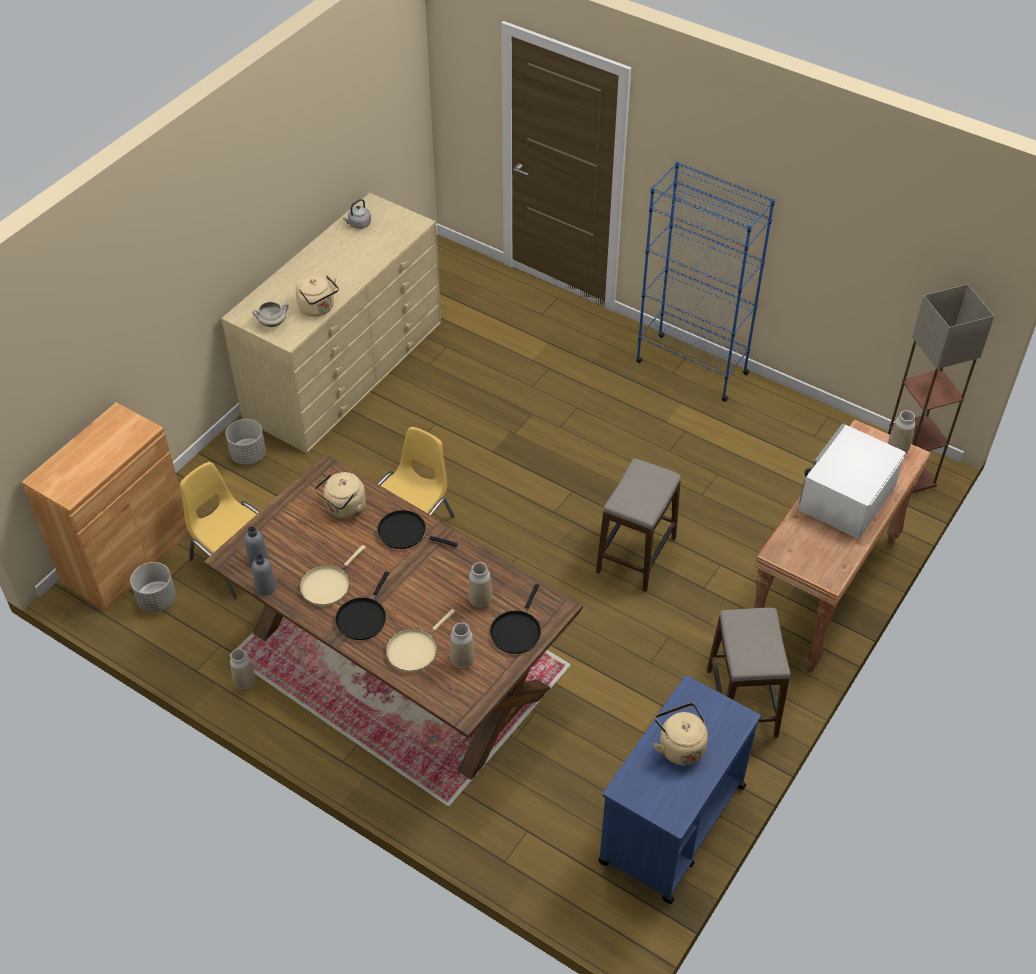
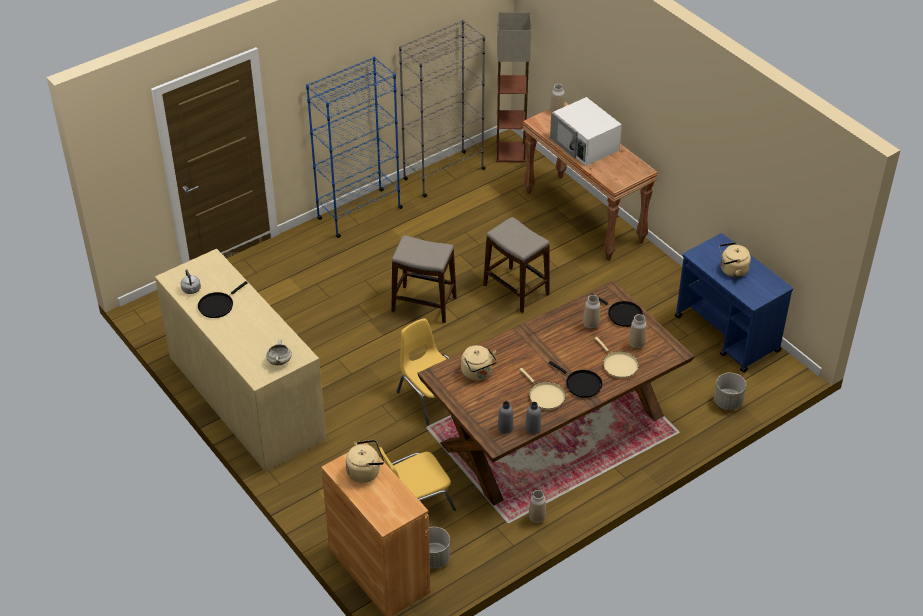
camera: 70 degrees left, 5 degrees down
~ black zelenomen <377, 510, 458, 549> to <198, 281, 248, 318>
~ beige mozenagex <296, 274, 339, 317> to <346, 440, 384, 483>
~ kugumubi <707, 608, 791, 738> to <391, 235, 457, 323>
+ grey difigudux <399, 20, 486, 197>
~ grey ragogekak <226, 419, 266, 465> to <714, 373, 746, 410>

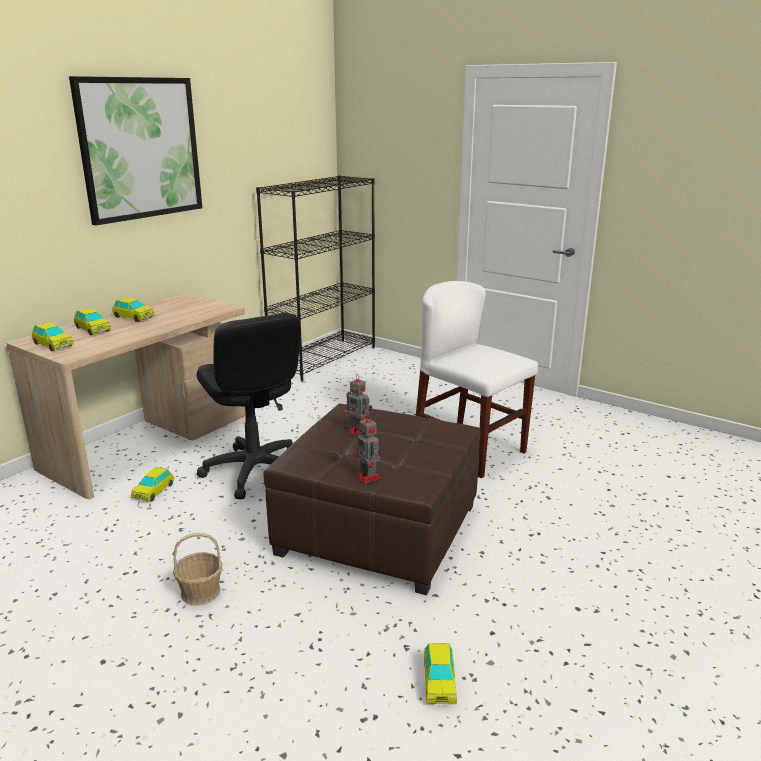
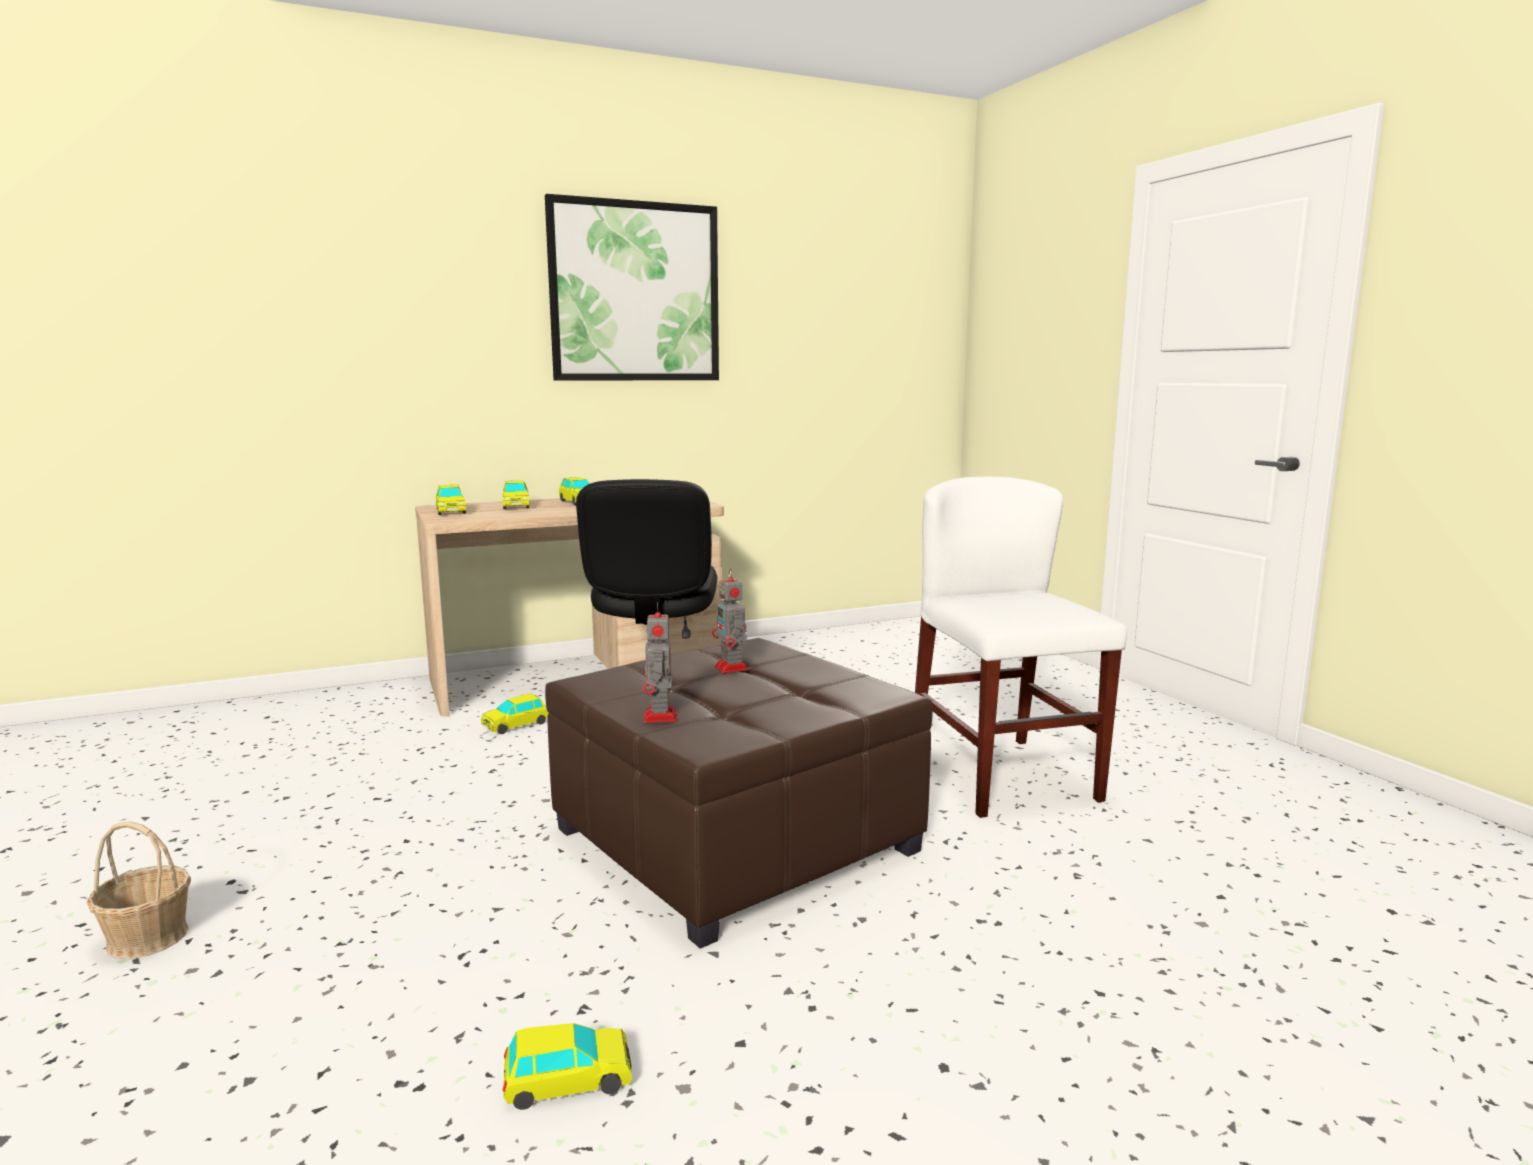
camera: 30 degrees right, 10 degrees down
~ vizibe <173, 533, 223, 605> to <87, 821, 191, 959>
~ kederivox <424, 643, 457, 704> = <503, 1023, 632, 1110> 135 degrees counterclockwise
- black difigudux <256, 175, 375, 382>

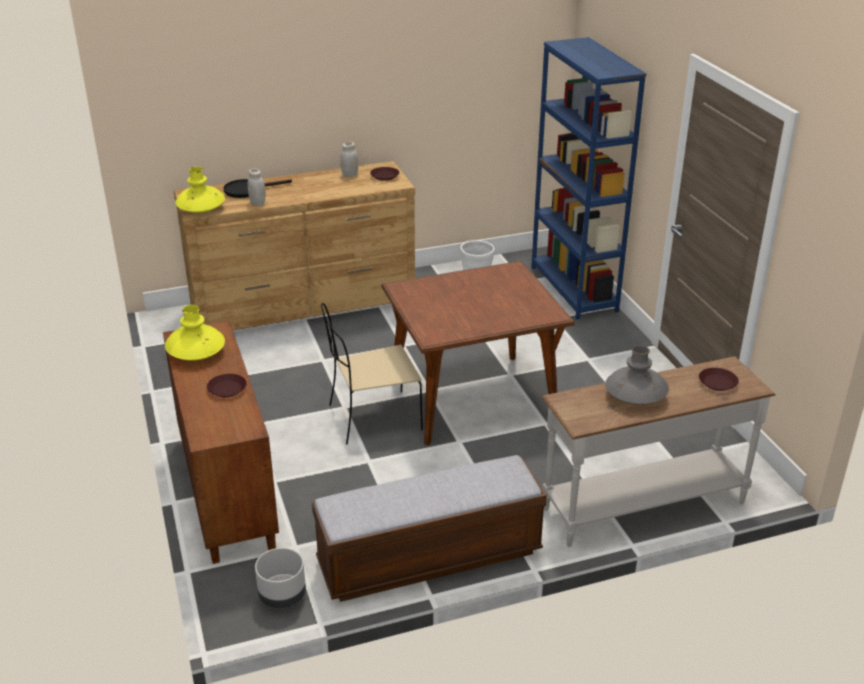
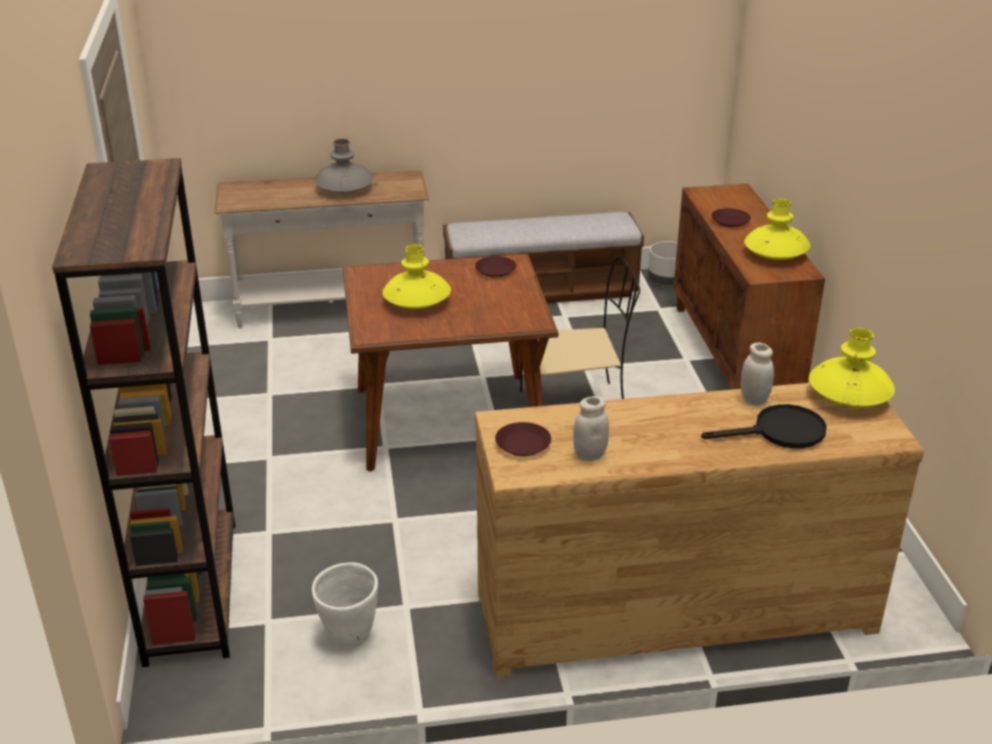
camera: 170 degrees left, 0 degrees up
~ blue difigudux <531, 37, 646, 320> to brown difigudux <52, 158, 235, 667>
+ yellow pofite <383, 244, 451, 309>
~ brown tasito <699, 368, 739, 391> to <475, 256, 516, 278>

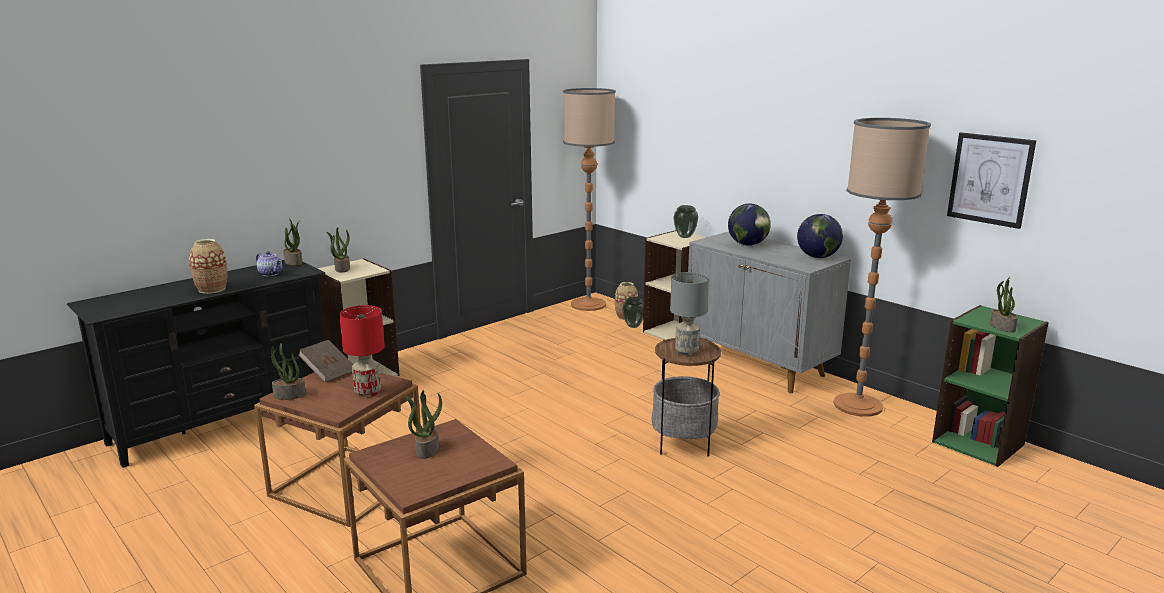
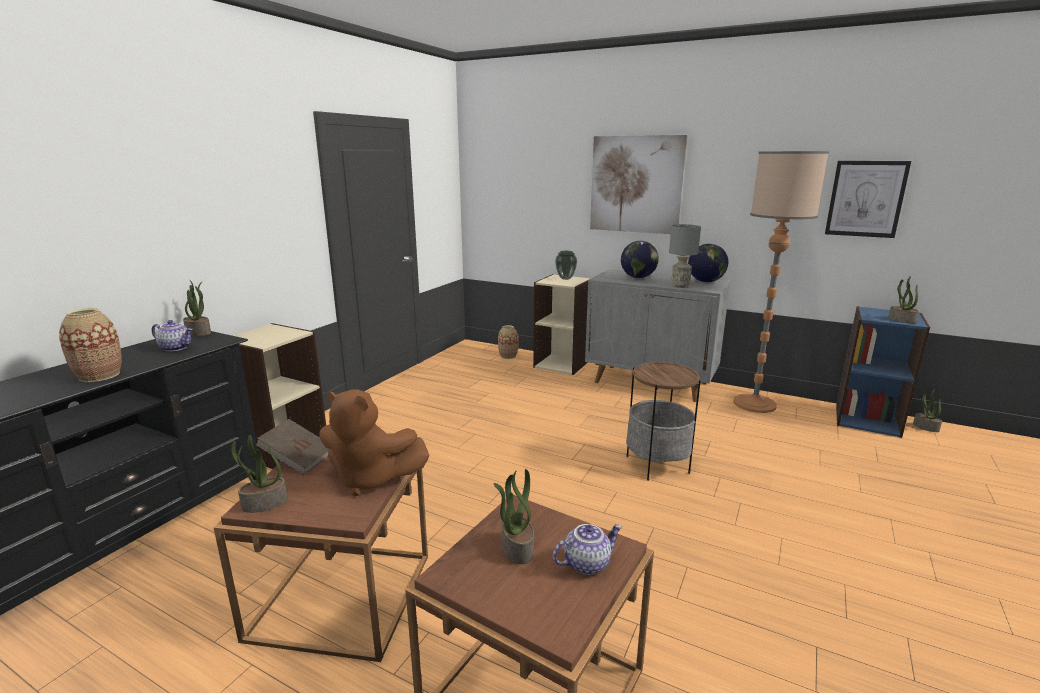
camera: 20 degrees left, 0 degrees up
~ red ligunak <339, 305, 385, 397> to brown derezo <319, 390, 430, 497>
+ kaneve <553, 524, 622, 575>
+ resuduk <590, 135, 688, 234>
~ grey ligunak <670, 272, 709, 355> to <669, 224, 701, 288>
~ green difigudux <932, 305, 1049, 467> to blue difigudux <836, 306, 930, 438>
~ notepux <326, 227, 350, 272> to <913, 389, 942, 432>
- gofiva <563, 88, 616, 311>
- pofite <622, 297, 644, 328>

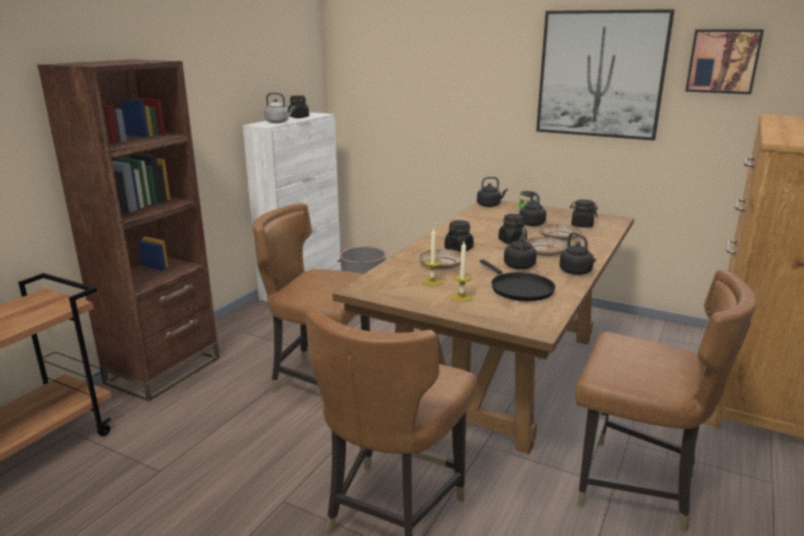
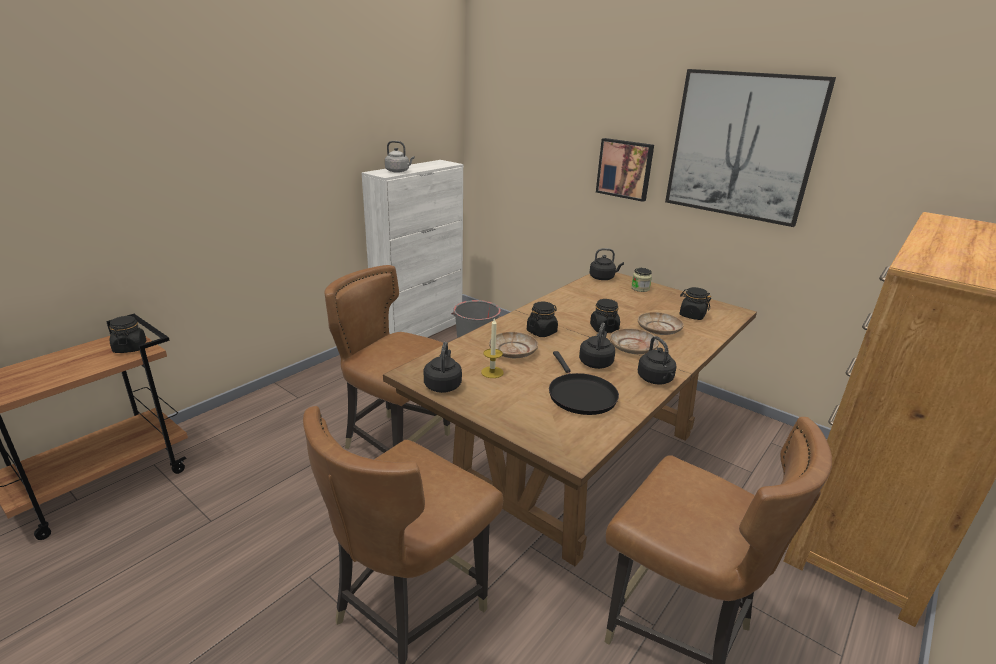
camera: 10 degrees right, 5 degrees up
~ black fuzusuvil <288, 95, 309, 118> to <109, 316, 146, 353>
~ black mozenagex <519, 192, 546, 226> to <424, 342, 462, 393>
~ resuduk <685, 29, 764, 94> to <596, 138, 654, 202>
- brown difigudux <37, 60, 220, 402>
- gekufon <451, 242, 473, 302>

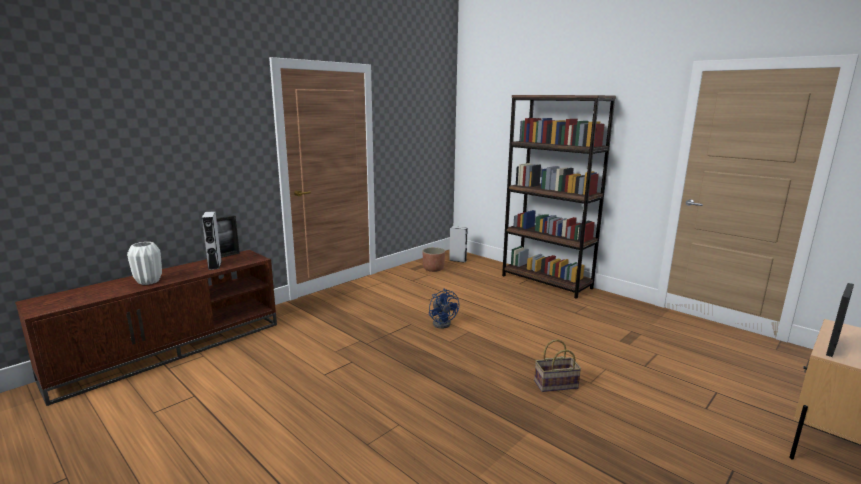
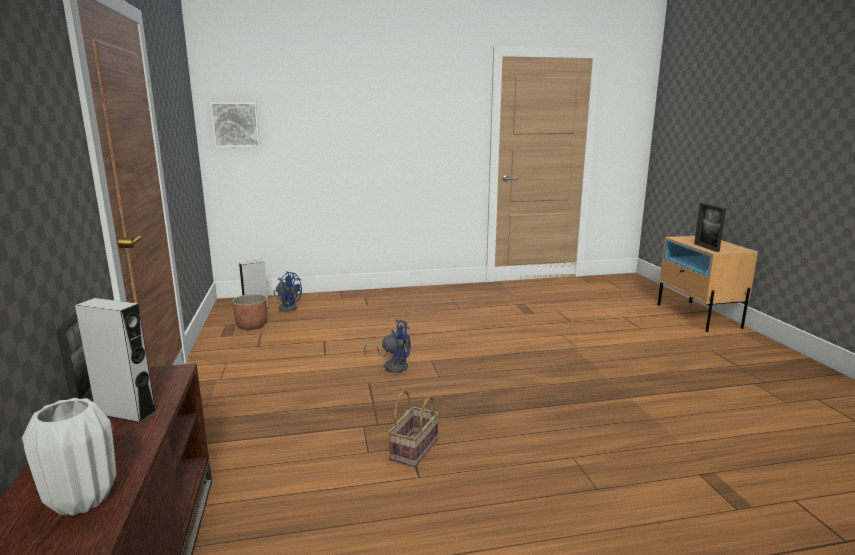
camera: 55 degrees left, 0 degrees up
+ resuduk <210, 102, 260, 147>
+ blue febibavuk <274, 271, 302, 312>
~ vizibe <534, 339, 581, 392> to <388, 390, 439, 467>
- brown difigudux <502, 95, 616, 299>

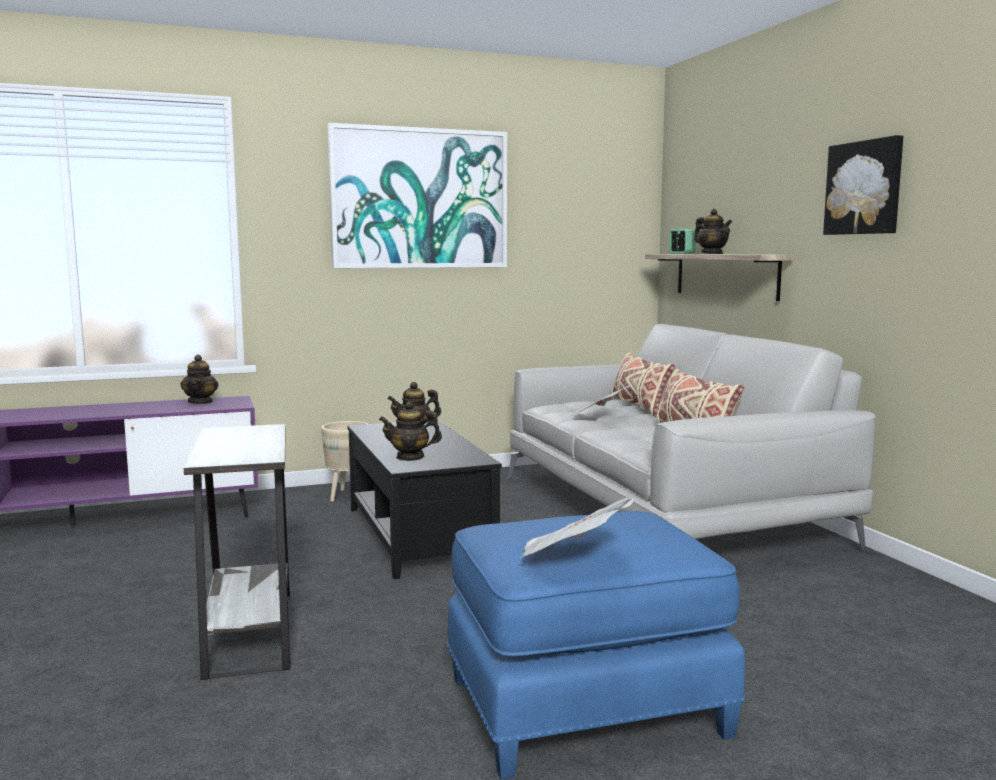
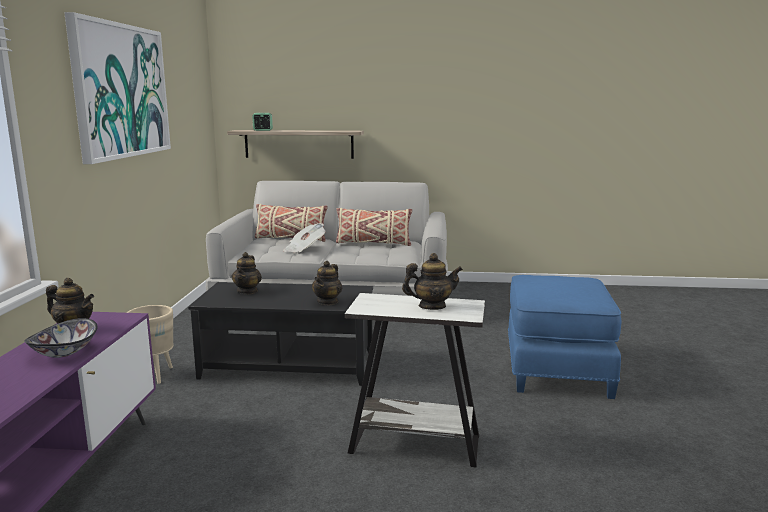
camera: 65 degrees left, 5 degrees up
+ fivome <24, 318, 98, 358>
~ kaneve <694, 209, 732, 254> to <402, 253, 463, 310>
- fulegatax <520, 497, 634, 558>
- resuduk <823, 135, 903, 235>

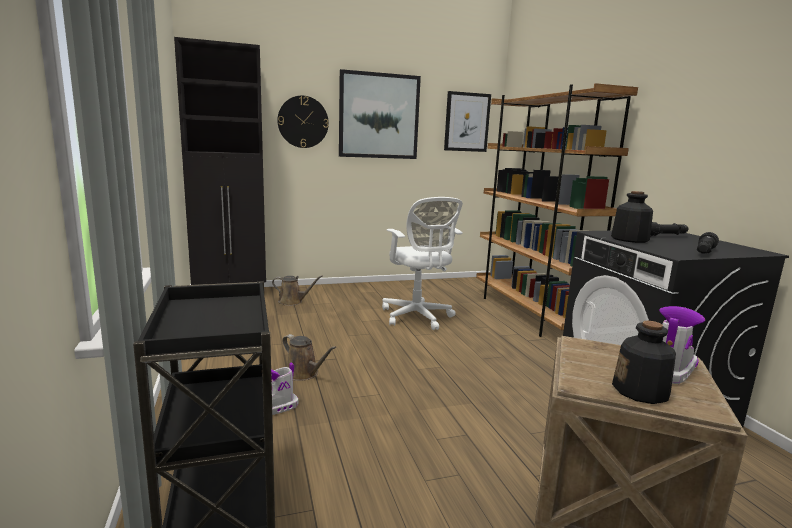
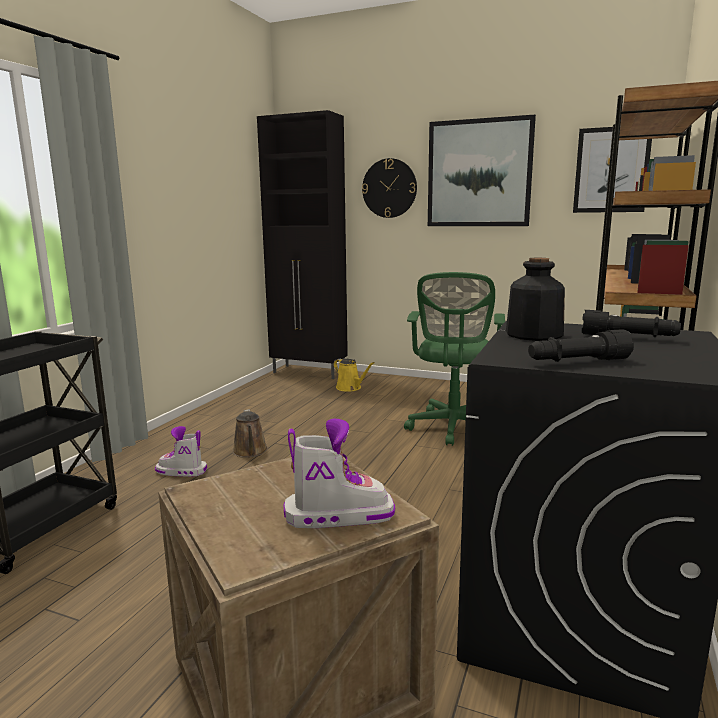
camera: 40 degrees right, 0 degrees up
~ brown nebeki <272, 275, 323, 306> to yellow nebeki <334, 359, 375, 392>
~ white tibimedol <382, 197, 463, 330> to green tibimedol <404, 272, 505, 446>
- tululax <612, 321, 676, 404>

